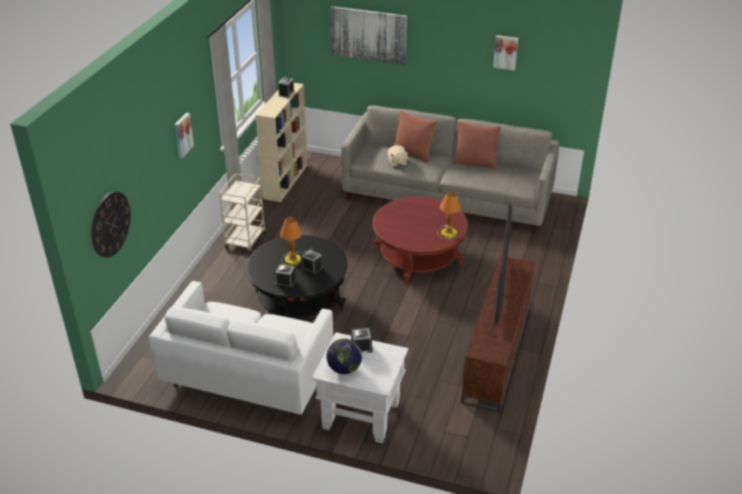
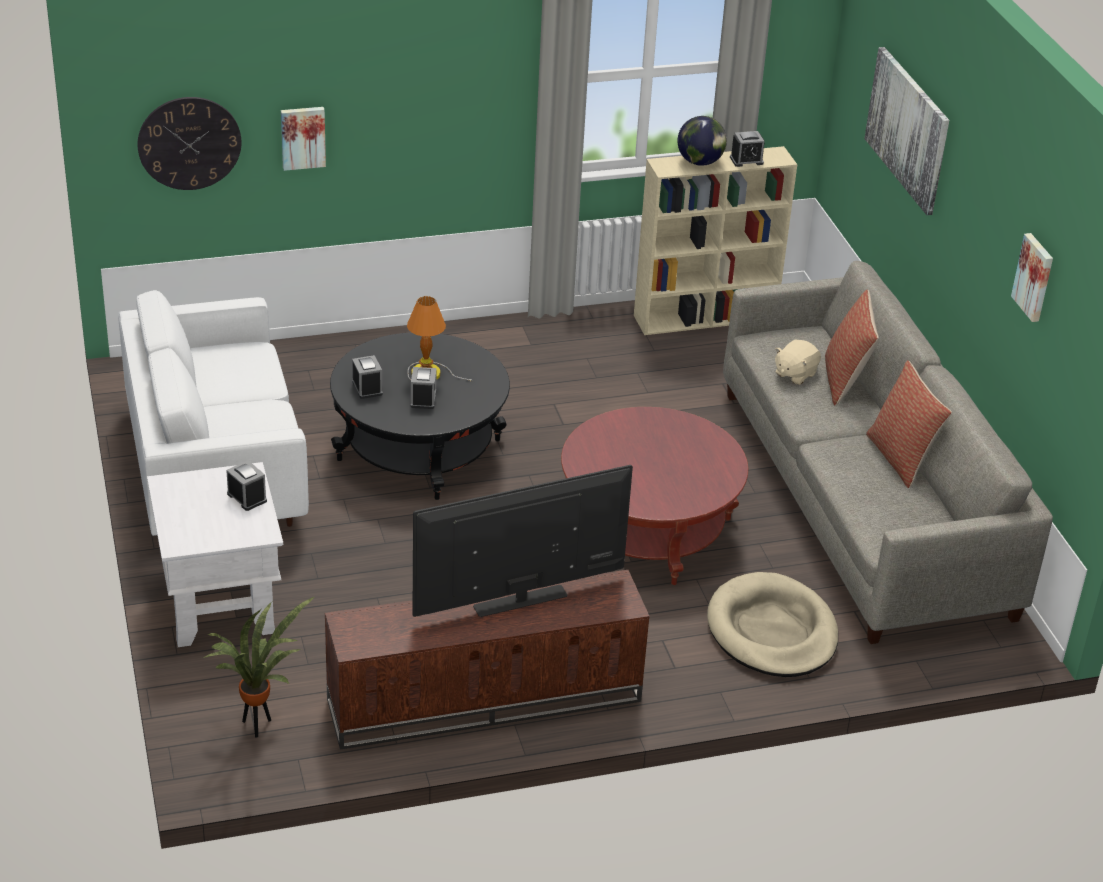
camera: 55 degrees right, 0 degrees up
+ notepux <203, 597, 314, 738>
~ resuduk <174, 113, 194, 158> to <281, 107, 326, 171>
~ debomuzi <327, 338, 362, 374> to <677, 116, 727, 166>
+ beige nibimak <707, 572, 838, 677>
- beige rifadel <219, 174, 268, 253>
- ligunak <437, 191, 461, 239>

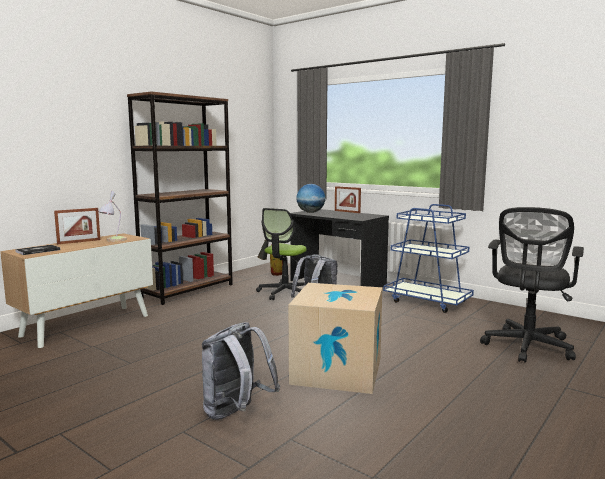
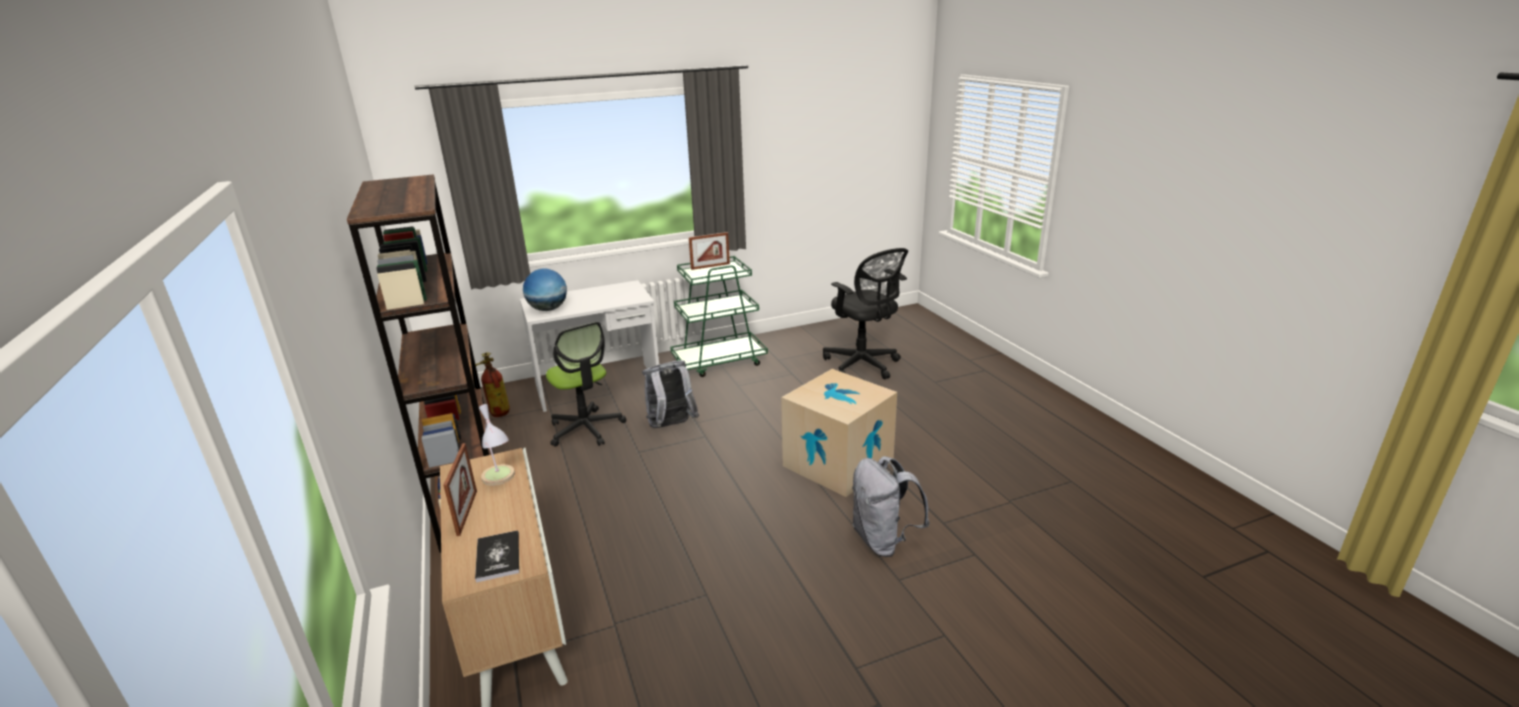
camera: 60 degrees left, 15 degrees up
~ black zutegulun <290, 209, 389, 288> to white zutegulun <520, 280, 659, 412>
~ blue rifadel <383, 204, 474, 313> to green rifadel <670, 256, 768, 377>
~ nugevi <335, 186, 361, 213> to <689, 232, 730, 270>

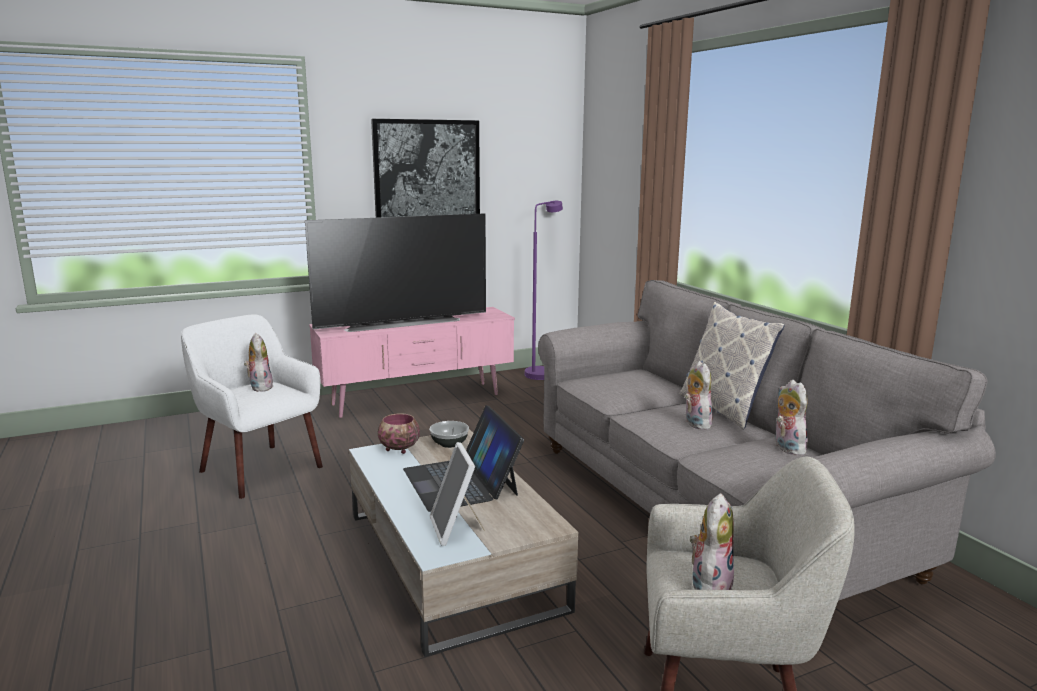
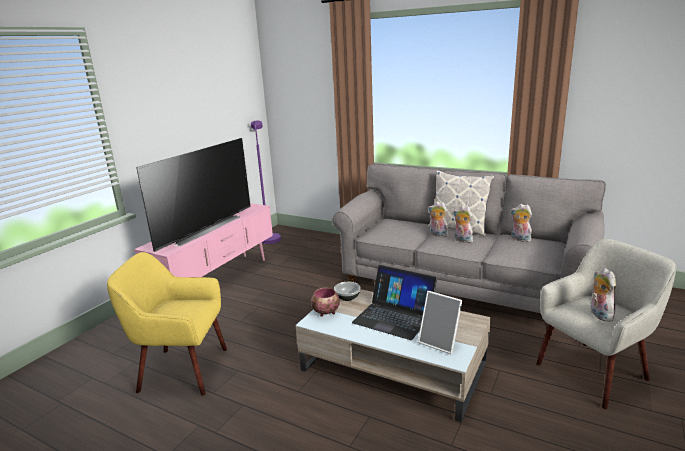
camera: 35 degrees left, 5 degrees up
~ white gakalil <181, 314, 323, 499> to yellow gakalil <107, 252, 227, 396>
~ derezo <244, 333, 273, 392> to <428, 201, 448, 237>
- resuduk <371, 119, 480, 218>

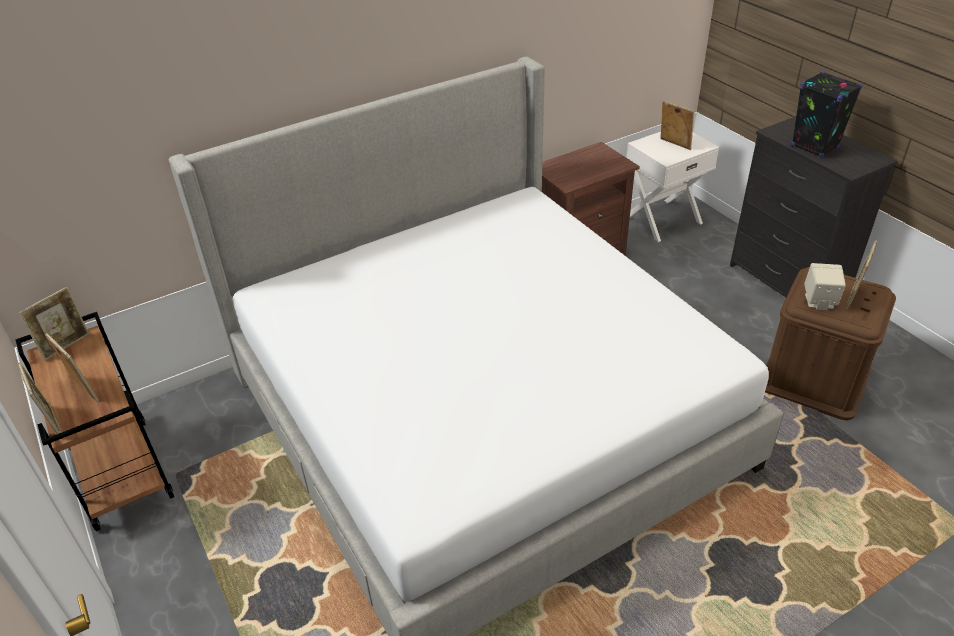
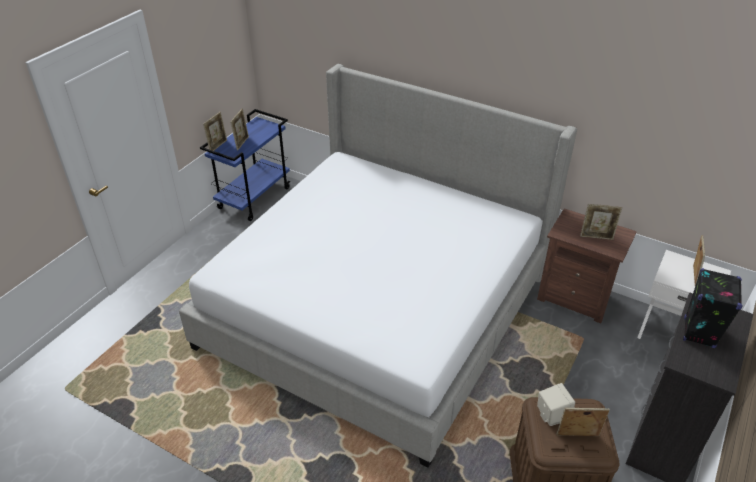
camera: 60 degrees right, 0 degrees up
~ brown rifadel <16, 312, 174, 532> to blue rifadel <200, 109, 290, 221>
~ nugevi <19, 287, 89, 361> to <580, 204, 622, 240>

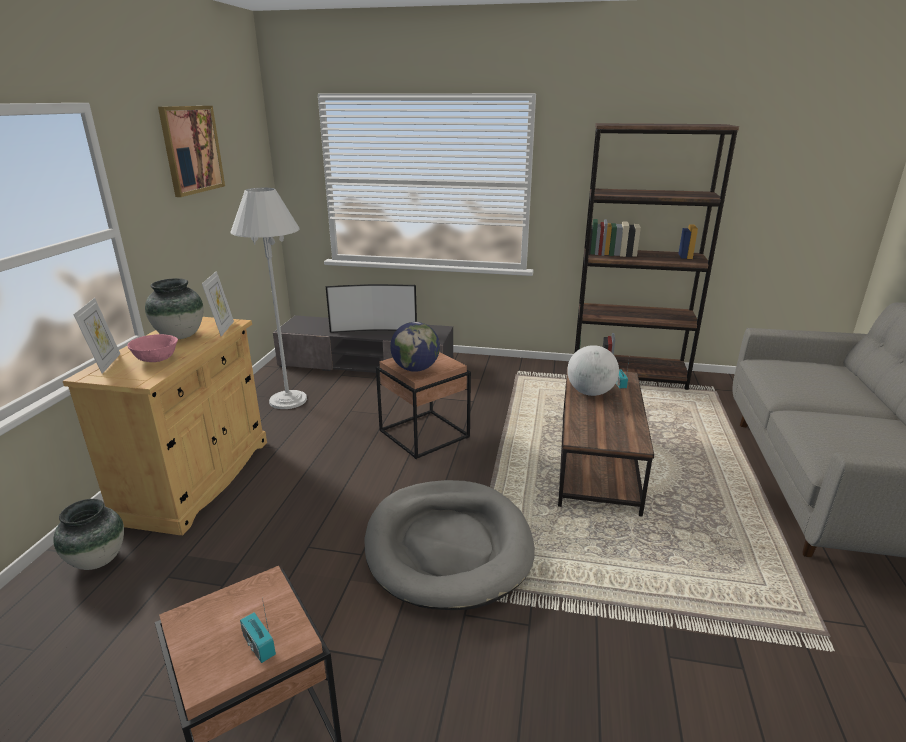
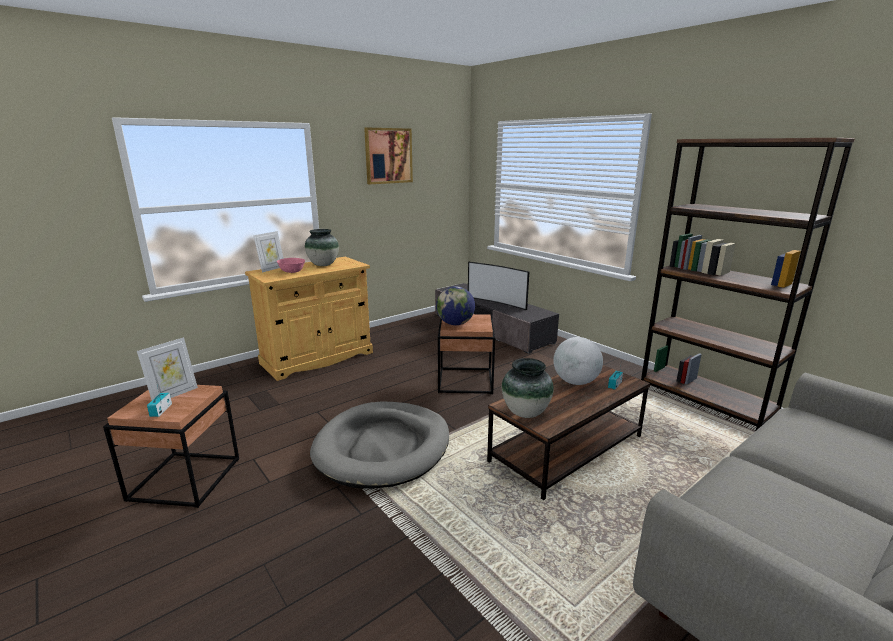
camera: 40 degrees right, 5 degrees down
~ nugevi <202, 271, 234, 336> to <137, 337, 198, 400>
~ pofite <54, 499, 124, 570> to <502, 358, 554, 418>
- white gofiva <230, 188, 307, 409>

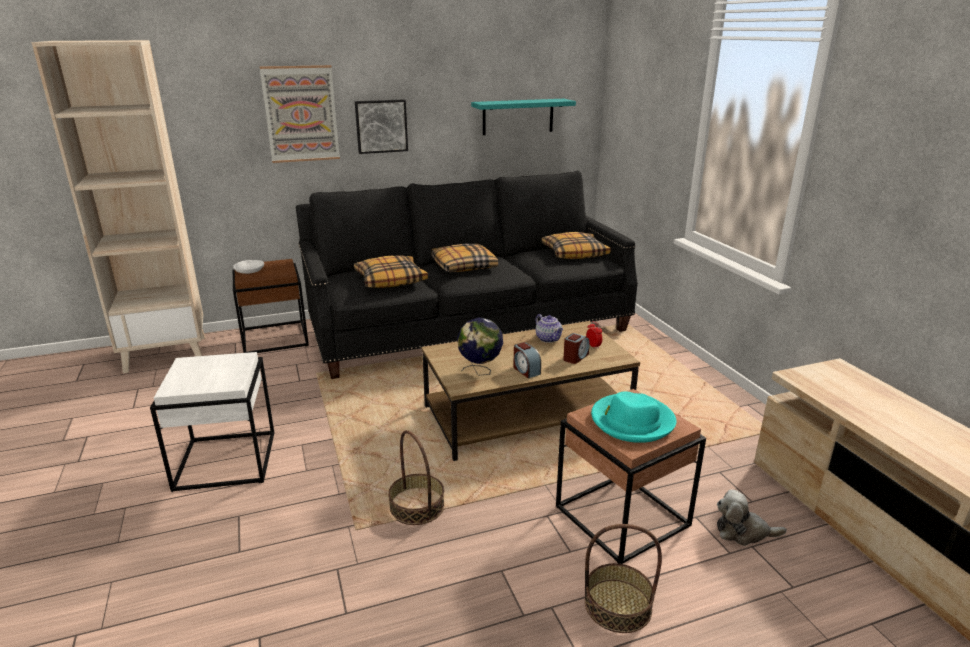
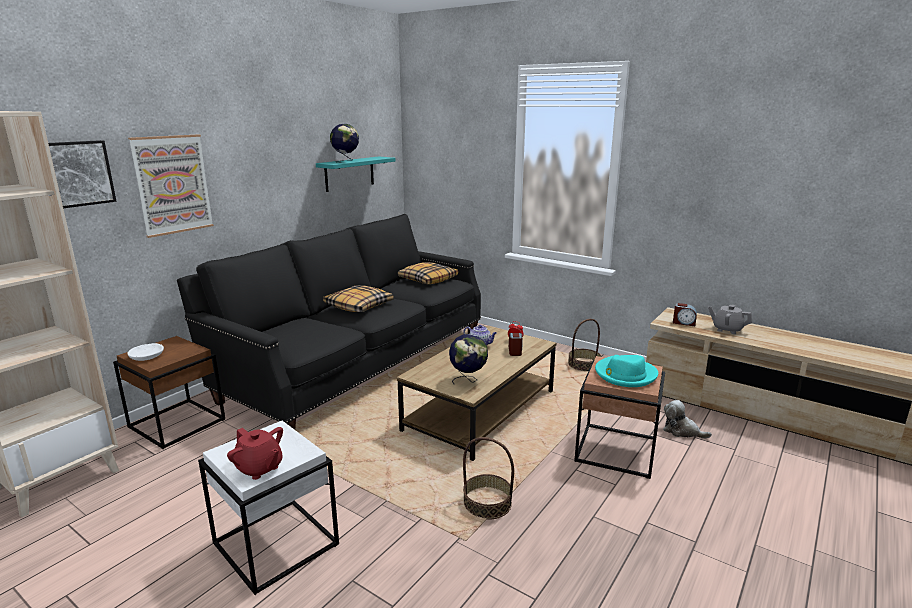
camera: 35 degrees left, 5 degrees down
~ resuduk <355, 99, 408, 154> to <48, 140, 116, 208>
+ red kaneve <227, 427, 283, 480>
+ debomuzi <330, 124, 359, 163>
~ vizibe <585, 524, 662, 633> to <568, 319, 601, 371>
~ derezo <717, 490, 787, 546> = <663, 400, 712, 438> 60 degrees clockwise
~ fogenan <513, 342, 541, 378> to <673, 303, 697, 326>
+ grey kaneve <708, 305, 752, 334>
- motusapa <354, 255, 428, 288>

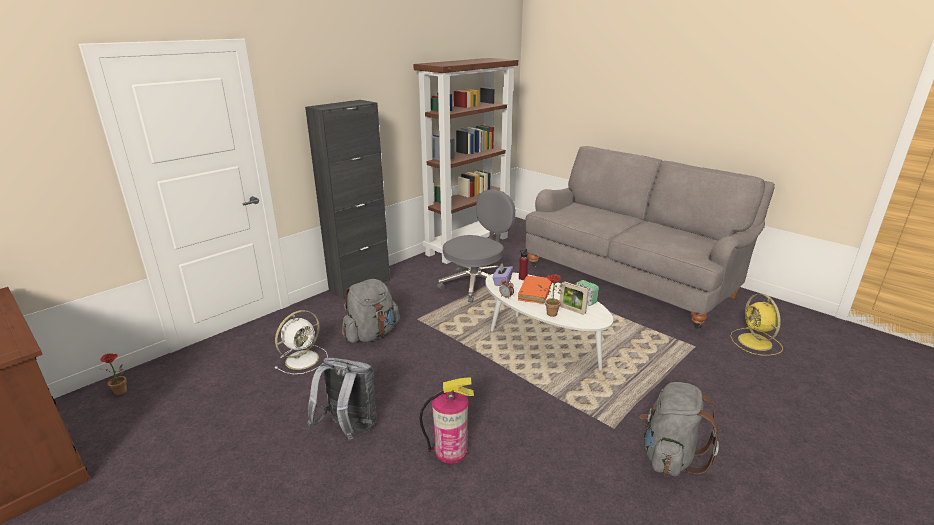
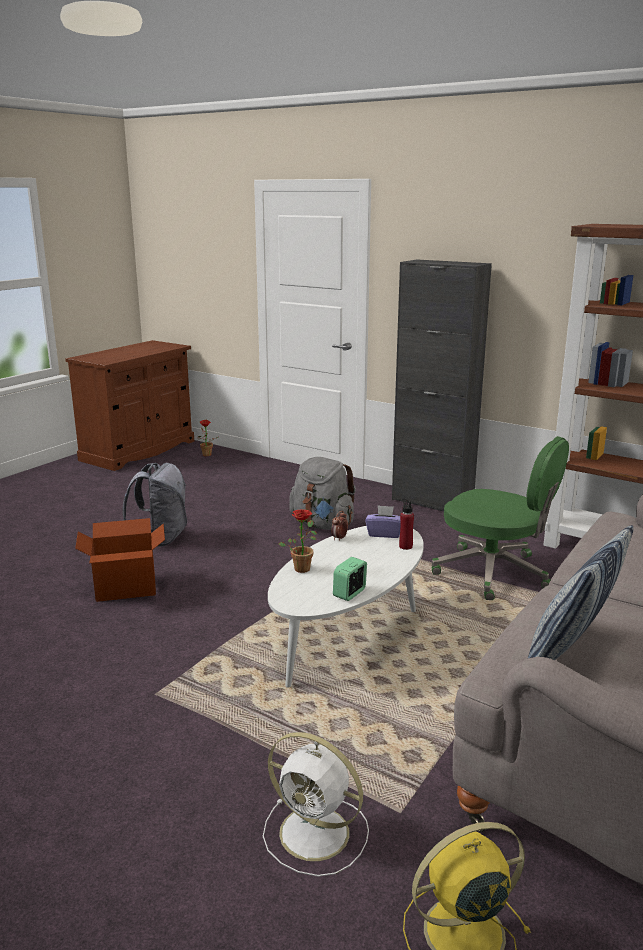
camera: 80 degrees right, 5 degrees down
~ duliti <419, 378, 474, 464> to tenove <75, 518, 165, 602>
~ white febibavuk <275, 310, 328, 374> to <263, 732, 369, 877>
~ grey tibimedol <437, 189, 516, 302> to green tibimedol <432, 436, 569, 600>
+ motusapa <528, 525, 633, 660>
- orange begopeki <518, 276, 552, 303>
- nugevi <560, 281, 589, 314>
- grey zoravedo <639, 382, 719, 476>

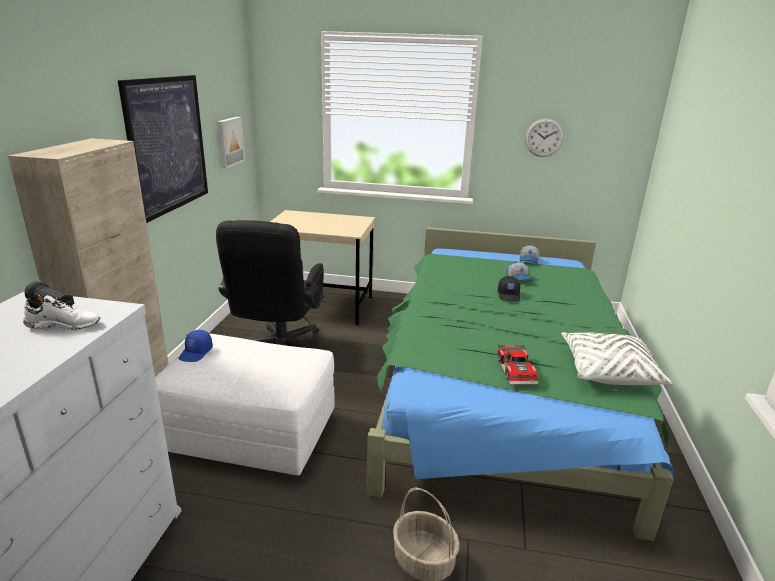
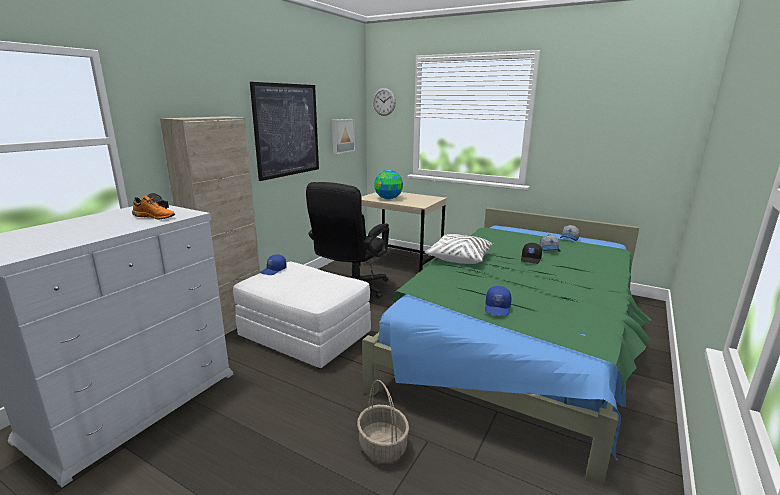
camera: 20 degrees right, 5 degrees down
~ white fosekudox <23, 295, 101, 330> to orange fosekudox <132, 196, 175, 220>
~ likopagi <525, 118, 564, 157> to <373, 88, 396, 116>
+ debomuzi <374, 170, 403, 199>
~ white motusapa <562, 332, 671, 385> to <424, 234, 495, 264>
~ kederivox <497, 344, 538, 385> to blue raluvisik <485, 286, 512, 316>

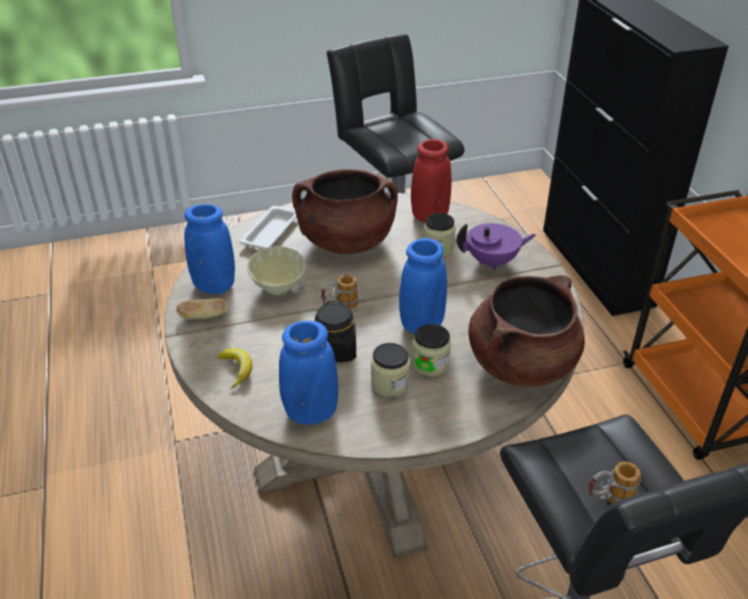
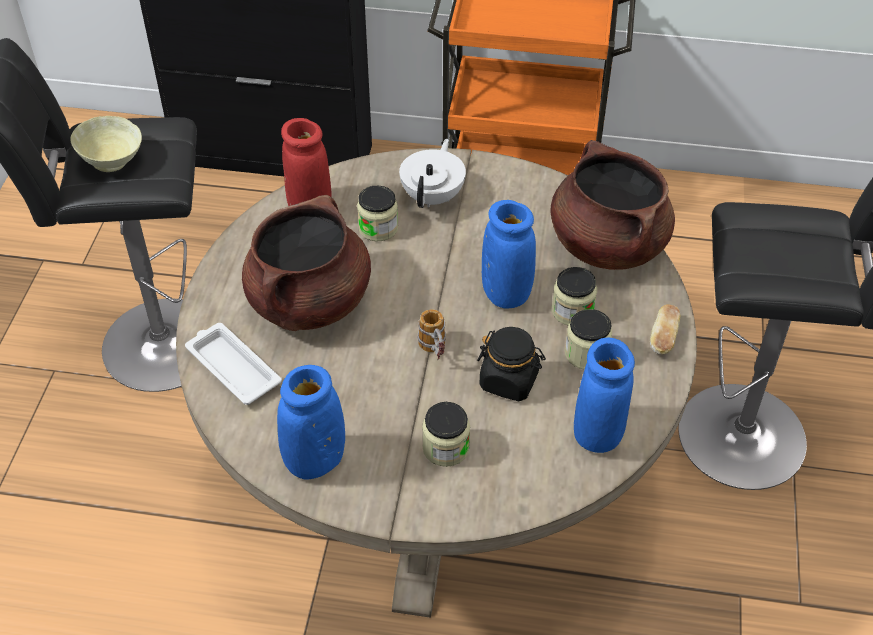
camera: 65 degrees left, 10 degrees up
~ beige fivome <247, 246, 306, 295> to <71, 116, 142, 172>
~ purple kaneve <457, 223, 536, 270> to white kaneve <399, 139, 466, 208>
+ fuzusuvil <422, 402, 470, 467>
~ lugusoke <176, 298, 229, 319> to <650, 304, 680, 354>
- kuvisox <218, 348, 252, 389>
- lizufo <588, 462, 641, 504>

